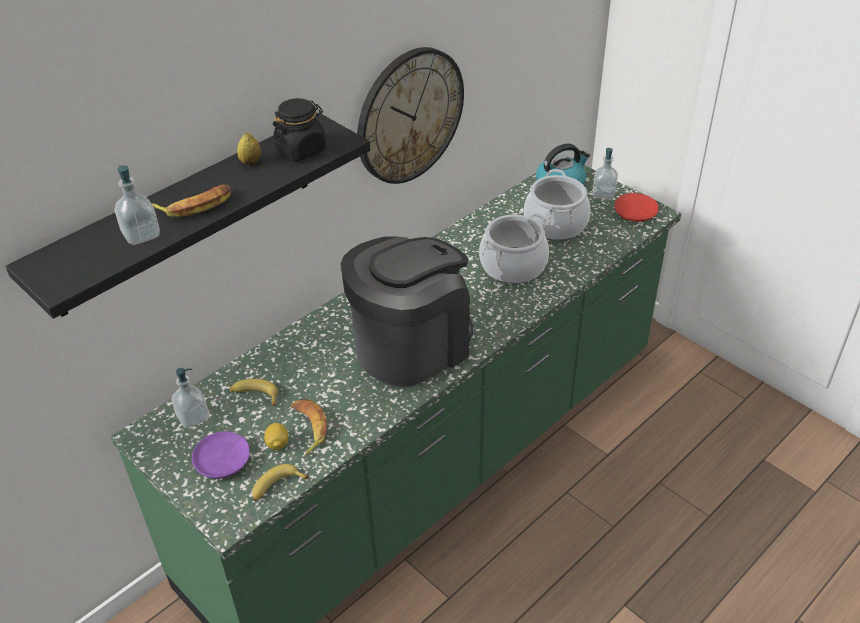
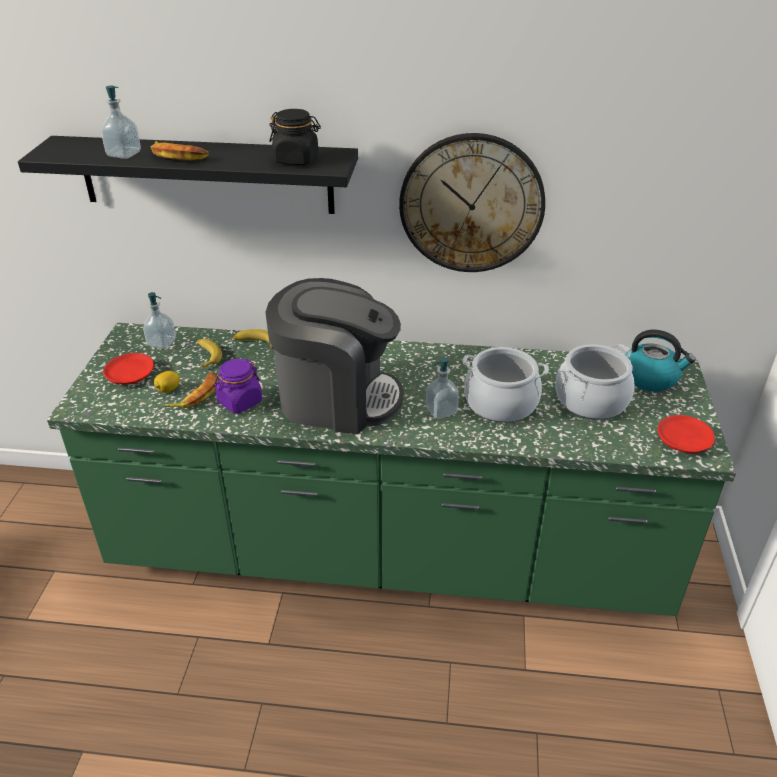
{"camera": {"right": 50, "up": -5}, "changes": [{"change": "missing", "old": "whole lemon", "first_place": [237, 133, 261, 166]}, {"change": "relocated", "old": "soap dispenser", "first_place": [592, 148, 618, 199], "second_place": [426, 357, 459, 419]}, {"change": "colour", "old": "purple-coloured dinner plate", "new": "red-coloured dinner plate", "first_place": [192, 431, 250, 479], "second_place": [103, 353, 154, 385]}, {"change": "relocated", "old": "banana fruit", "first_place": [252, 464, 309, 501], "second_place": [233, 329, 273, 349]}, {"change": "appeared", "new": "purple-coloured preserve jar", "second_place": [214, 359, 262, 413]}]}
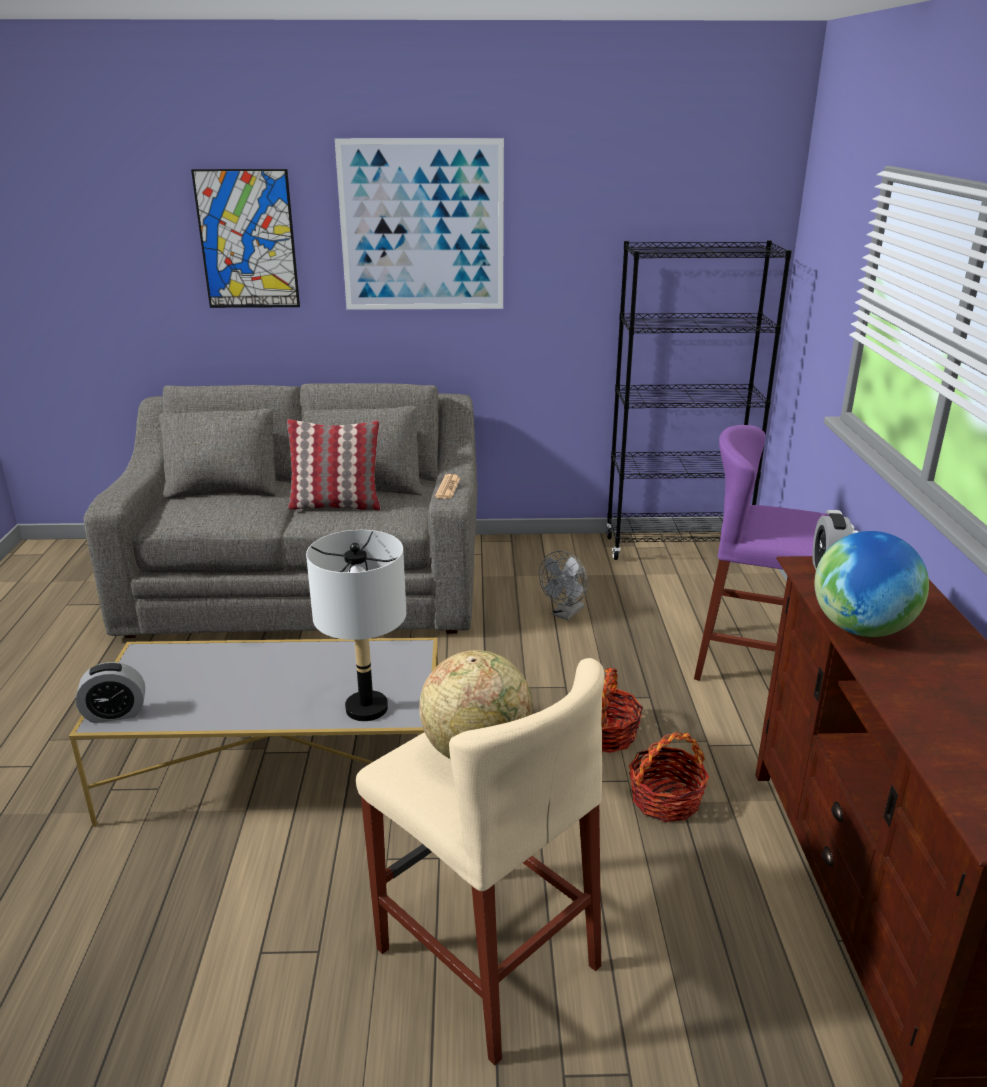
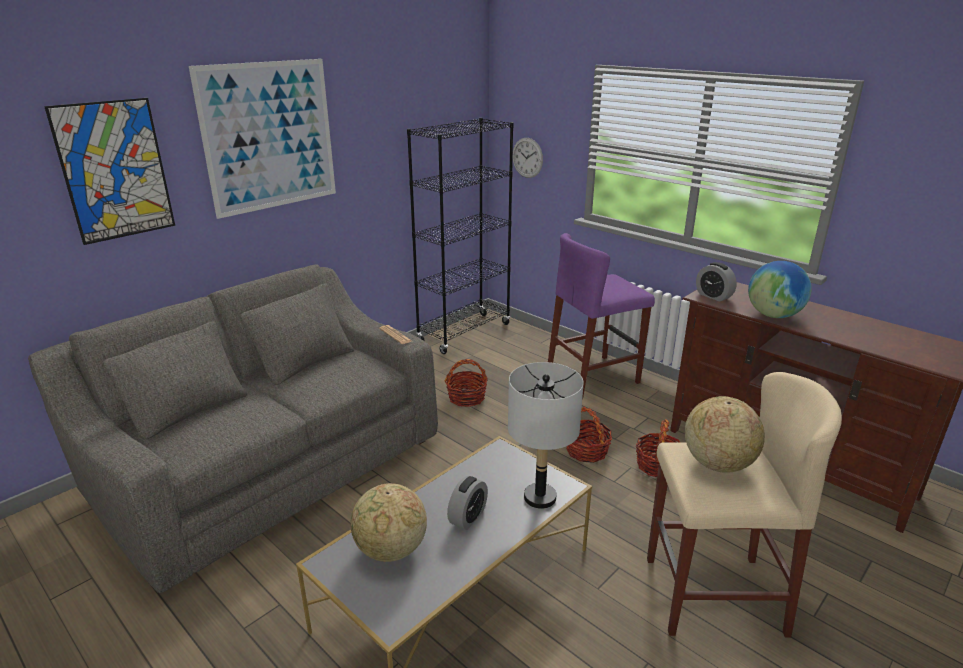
{"camera": {"right": -45, "up": 0}, "changes": [{"change": "missing", "old": "pillow", "first_place": [287, 419, 380, 511]}, {"change": "exchanged", "old": "gray cooling fan", "new": "basket", "first_place": [539, 551, 588, 620], "second_place": [445, 359, 488, 407]}, {"change": "relocated", "old": "bedside clock", "first_place": [76, 662, 145, 723], "second_place": [447, 476, 488, 530]}, {"change": "appeared", "new": "clock on the wall", "second_place": [513, 138, 543, 178]}, {"change": "appeared", "new": "world globe", "second_place": [350, 483, 427, 562]}]}
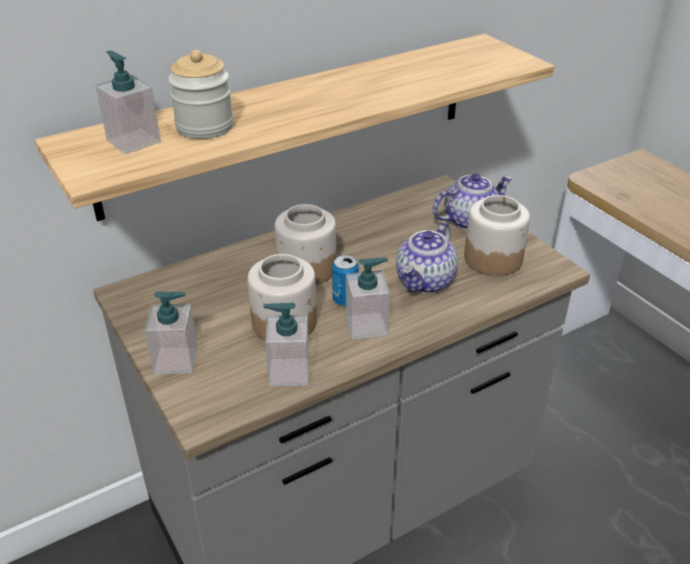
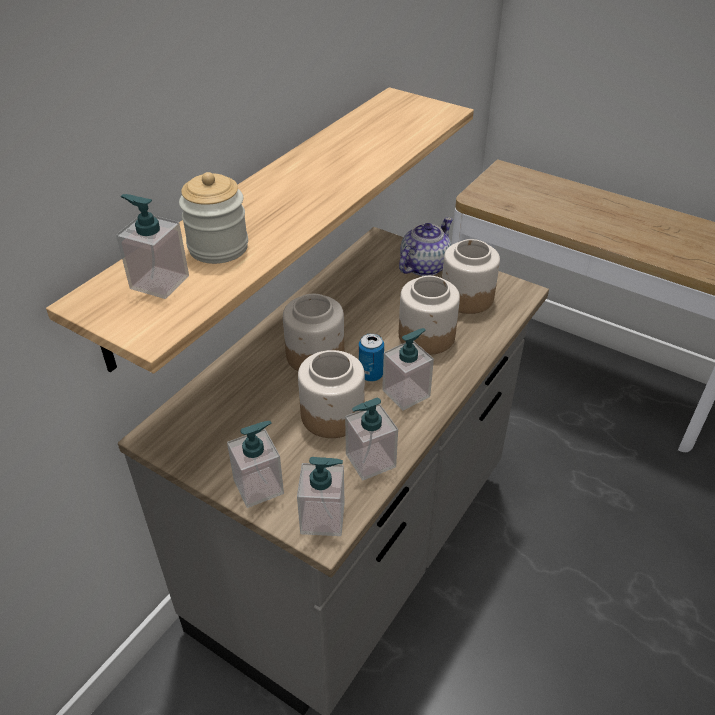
{"camera": {"right": -25, "up": 5}, "changes": [{"change": "exchanged", "old": "teapot", "new": "preserve jar", "first_place": [396, 222, 458, 293], "second_place": [399, 276, 460, 355]}, {"change": "appeared", "new": "soap dispenser", "second_place": [297, 457, 344, 536]}]}
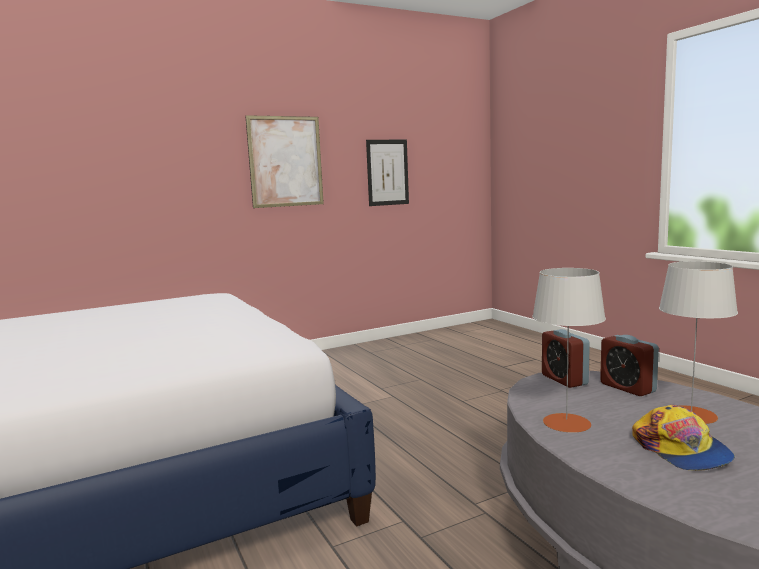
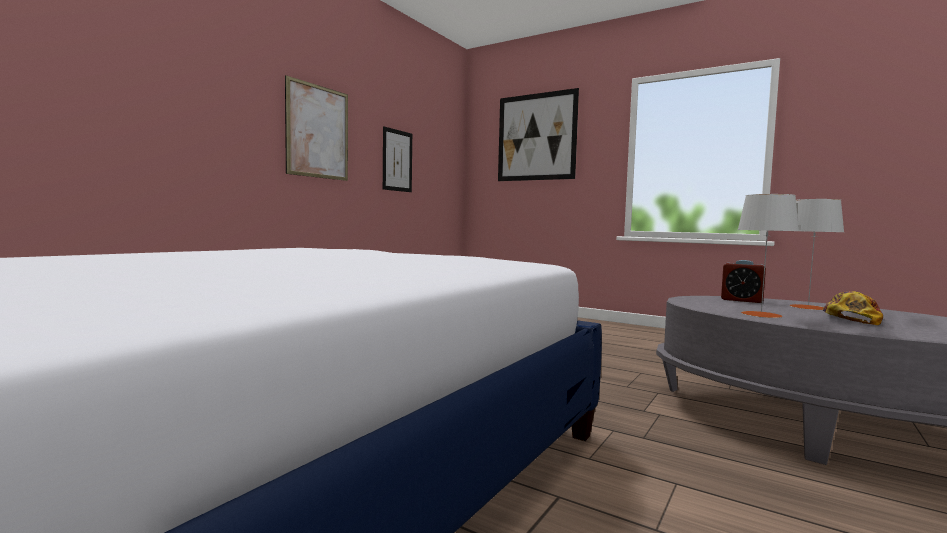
{"camera": {"right": -30, "up": -5}, "changes": [{"change": "missing", "old": "bedside clock", "first_place": [542, 329, 590, 388]}, {"change": "spun", "old": "baseball cap", "first_place": [632, 405, 735, 471], "second_place": [822, 291, 883, 325], "degrees": -105}, {"change": "appeared", "new": "picture", "second_place": [498, 88, 579, 181]}]}
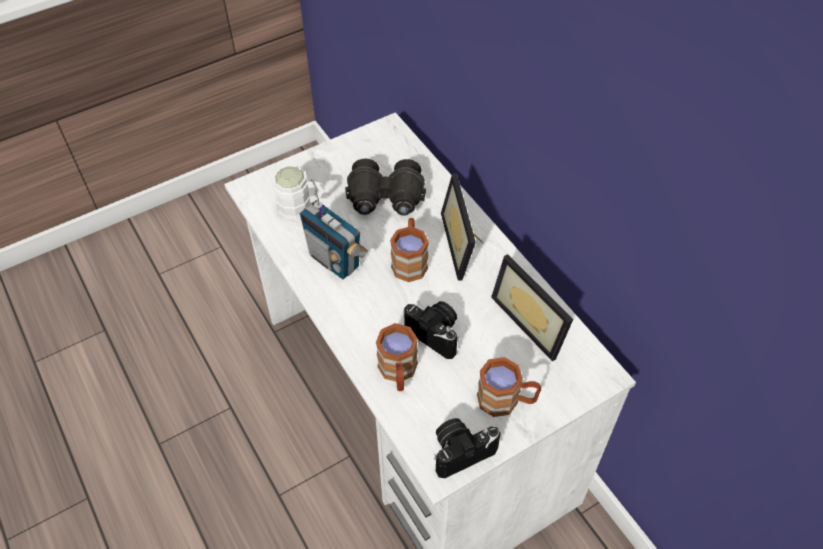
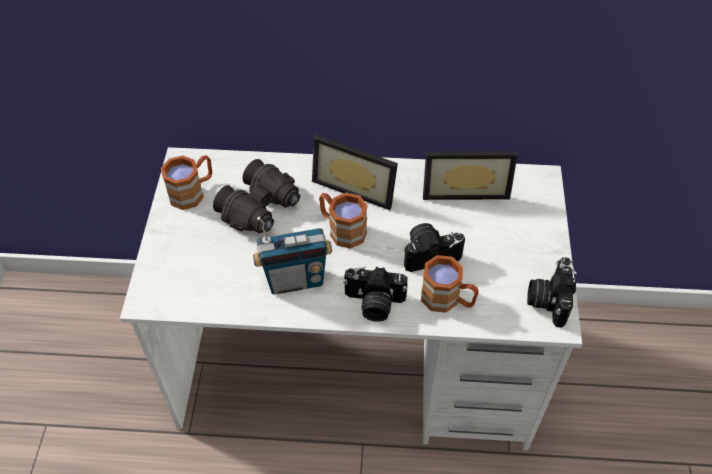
{"camera": {"right": -55, "up": 0}, "changes": [{"change": "missing", "old": "whitish coffee mug", "first_place": [272, 166, 325, 220]}, {"change": "relocated", "old": "brownish coffee mug", "first_place": [477, 357, 541, 417], "second_place": [161, 155, 212, 210]}, {"change": "appeared", "new": "photo camera", "second_place": [343, 266, 408, 322]}]}
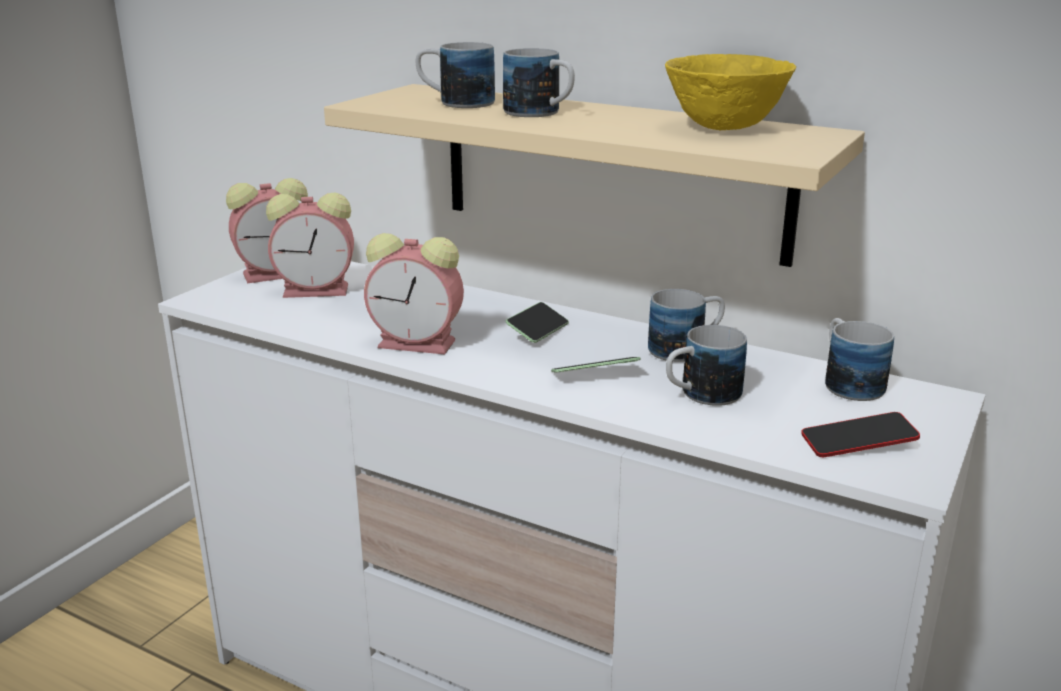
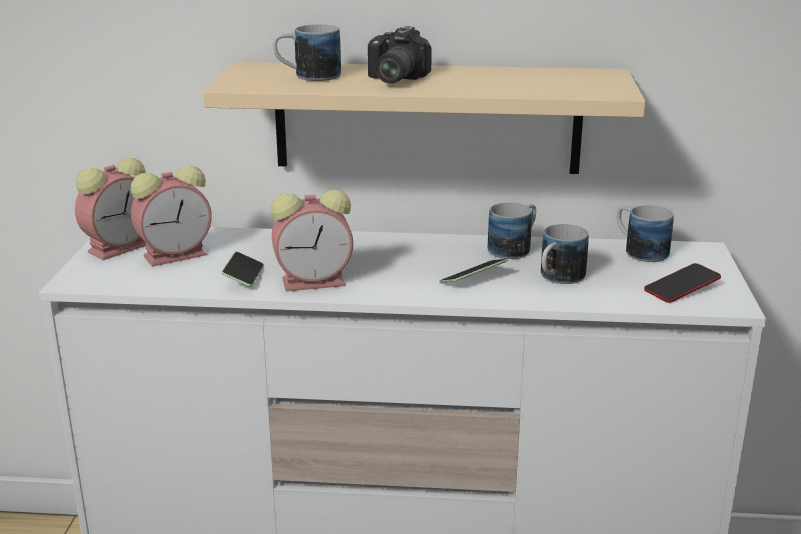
{"camera": {"right": -25, "up": 0}, "changes": [{"change": "exchanged", "old": "coffee mug", "new": "photo camera", "first_place": [503, 48, 575, 117], "second_place": [368, 26, 432, 84]}, {"change": "missing", "old": "yellowish deep dish", "first_place": [665, 54, 796, 131]}, {"change": "relocated", "old": "phone", "first_place": [505, 302, 569, 343], "second_place": [221, 252, 264, 287]}]}
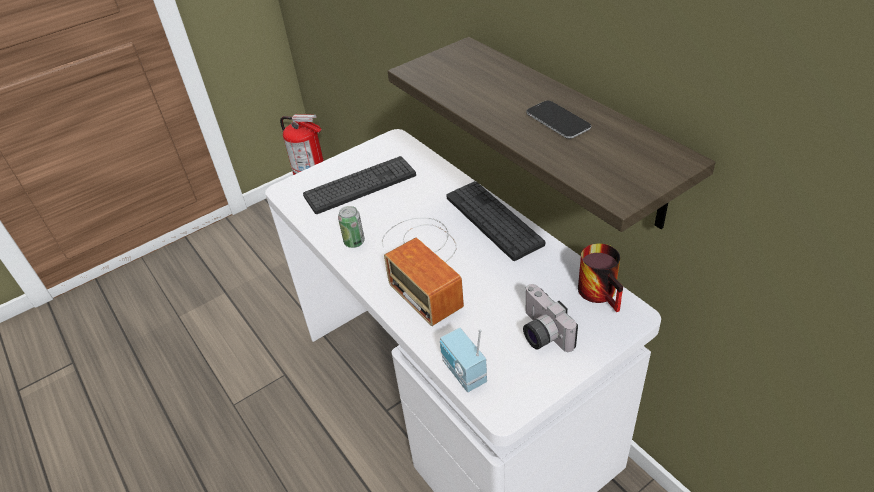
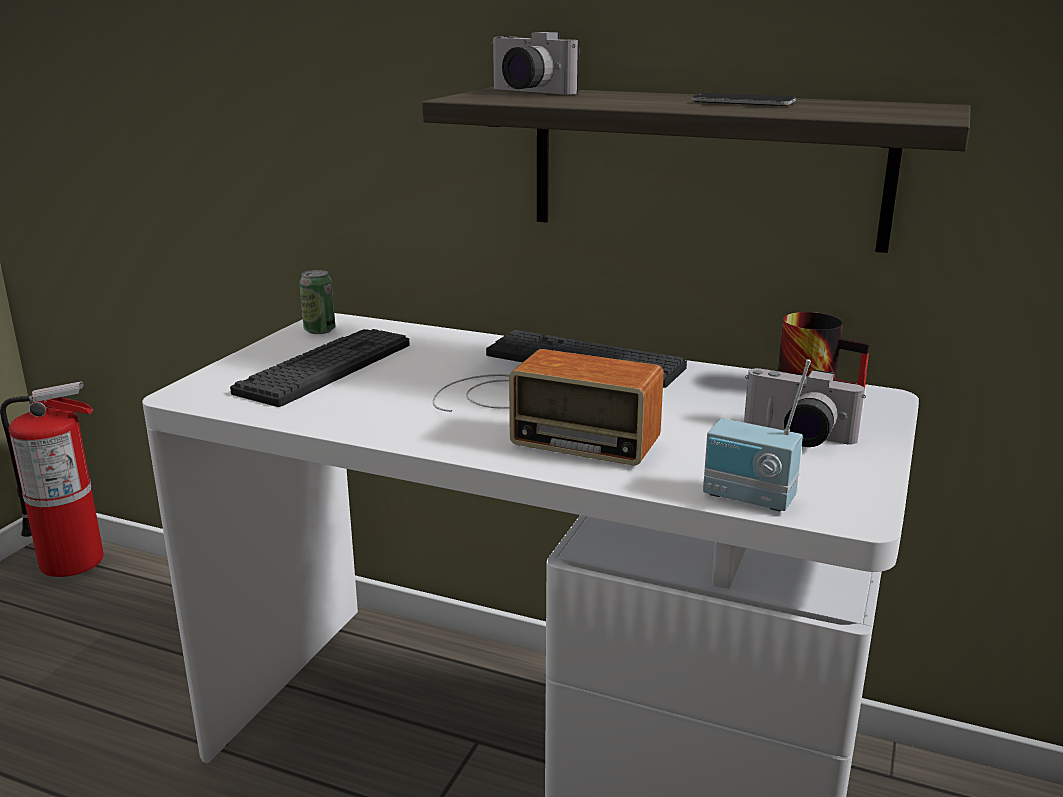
{"camera": {"right": -35, "up": -20}, "changes": [{"change": "relocated", "old": "can", "first_place": [338, 206, 365, 248], "second_place": [299, 270, 335, 334]}, {"change": "appeared", "new": "photo camera", "second_place": [491, 32, 579, 94]}]}
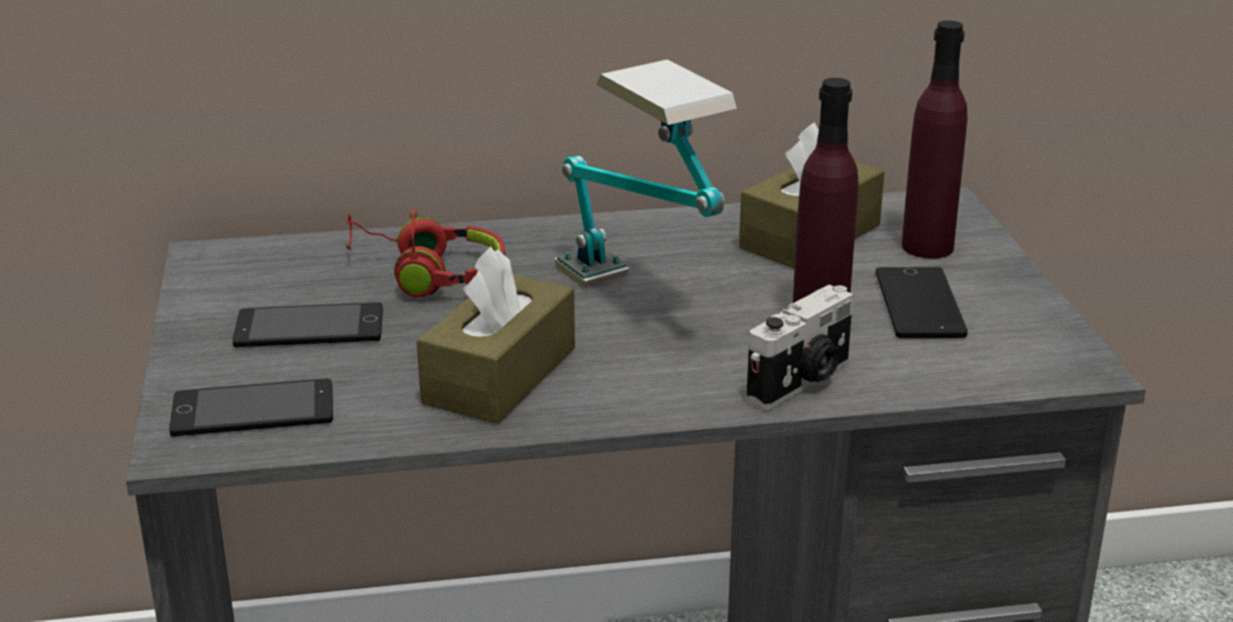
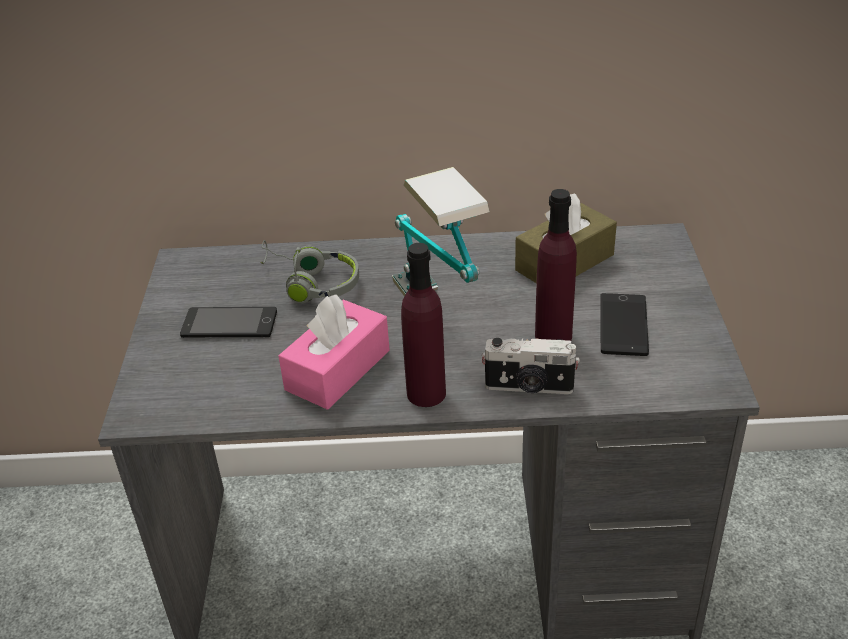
{"camera": {"right": 10, "up": 10}, "changes": [{"change": "relocated", "old": "purple-coloured bottle", "first_place": [902, 21, 967, 259], "second_place": [401, 243, 446, 407]}, {"change": "colour", "old": "red-coloured pair of headphones", "new": "gray pair of headphones", "first_place": [345, 210, 505, 297], "second_place": [261, 240, 359, 303]}, {"change": "colour", "old": "brownish tissue holder", "new": "pinkish tissue holder", "first_place": [417, 246, 575, 424], "second_place": [278, 294, 390, 410]}, {"change": "spun", "old": "photo camera", "first_place": [746, 284, 853, 410], "second_place": [481, 338, 580, 394], "degrees": 45}, {"change": "missing", "old": "phone", "first_place": [169, 378, 333, 437]}]}
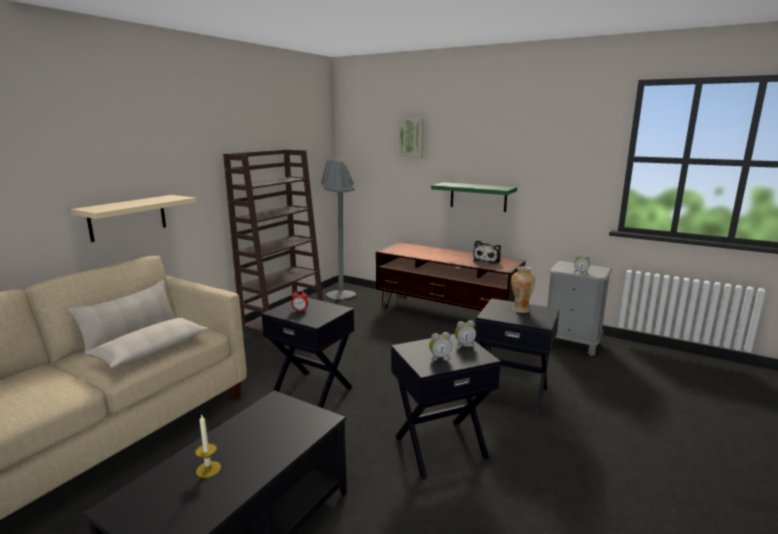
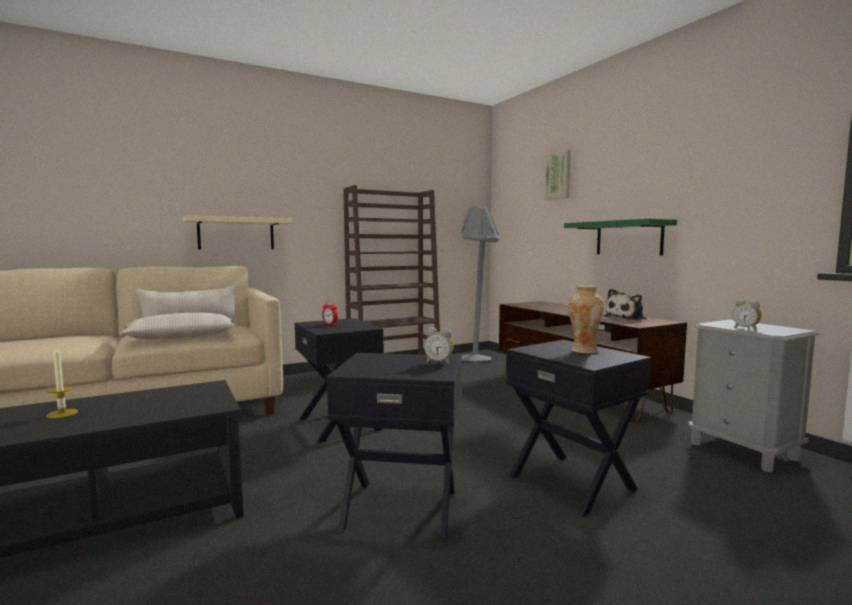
{"camera": {"right": 30, "up": -10}, "changes": [{"change": "missing", "old": "bedside clock", "first_place": [429, 332, 452, 360]}]}
